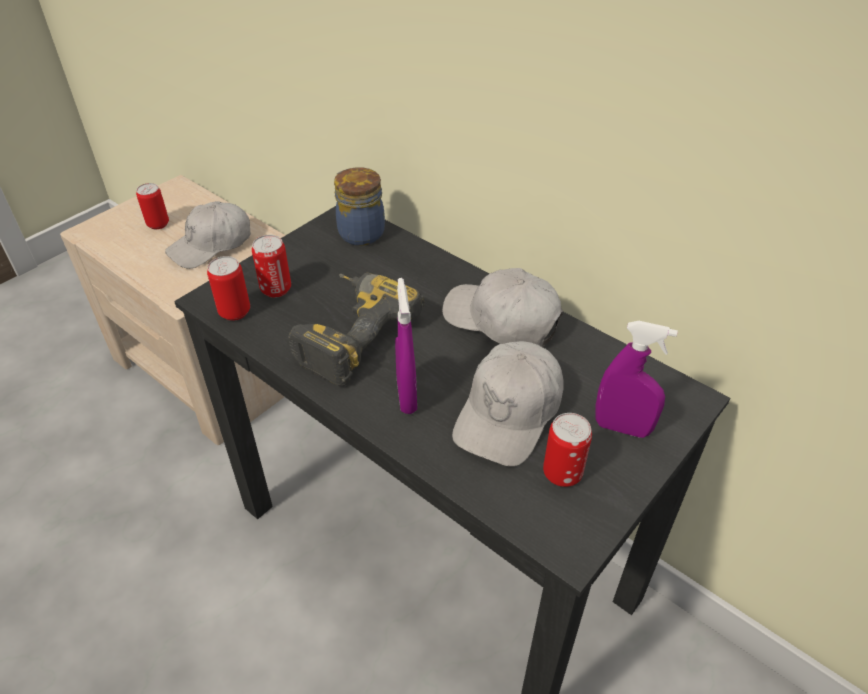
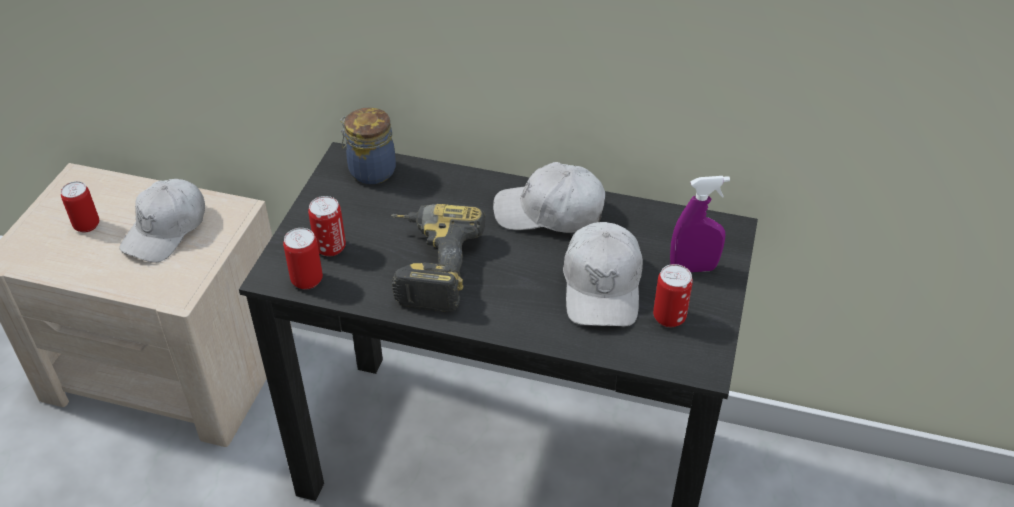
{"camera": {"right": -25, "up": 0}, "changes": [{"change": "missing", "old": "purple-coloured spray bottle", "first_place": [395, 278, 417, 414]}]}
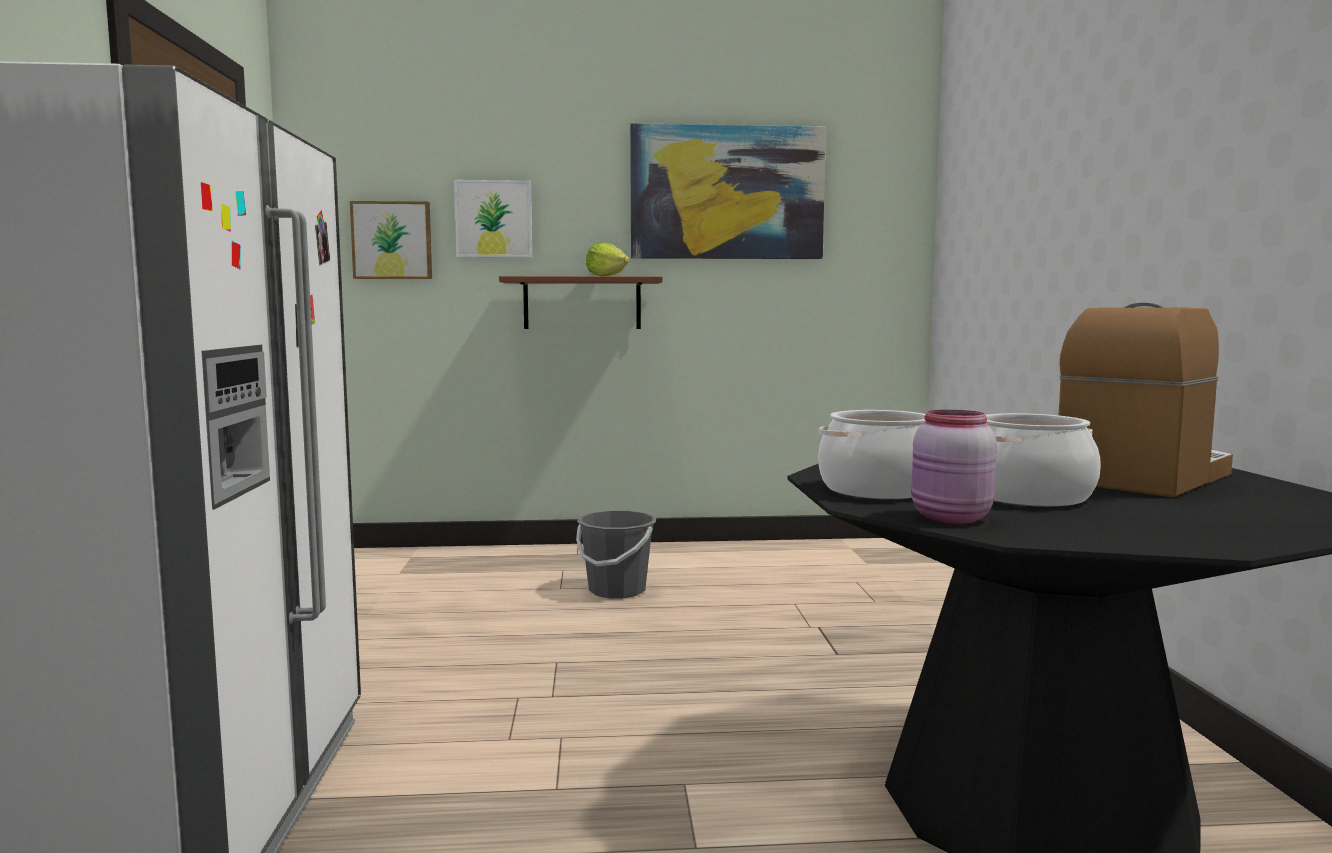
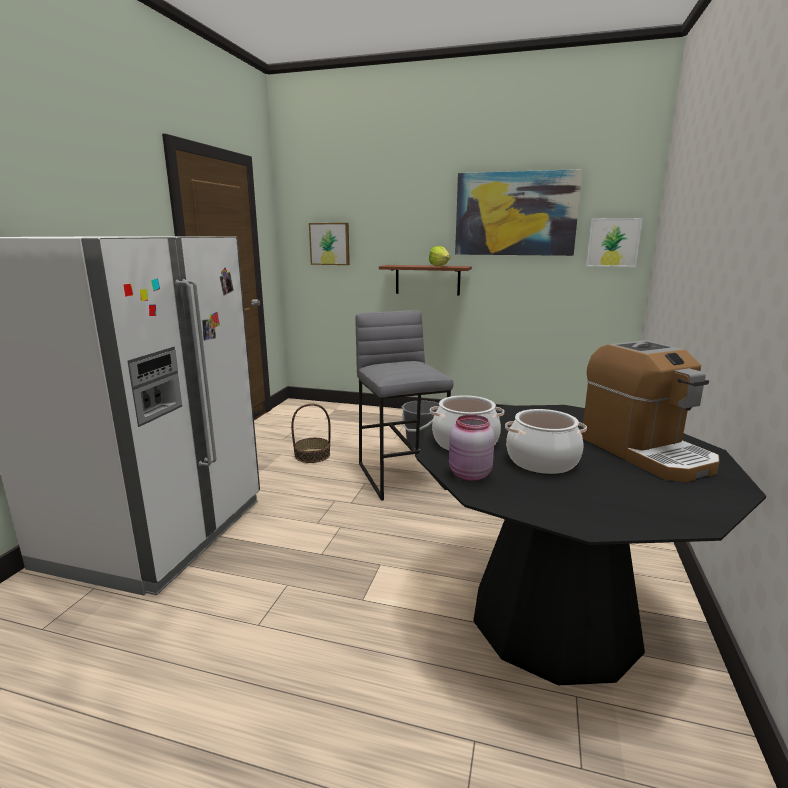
{"camera": {"right": 20, "up": 10}, "changes": [{"change": "relocated", "old": "picture", "first_place": [454, 180, 532, 258], "second_place": [586, 218, 643, 267]}, {"change": "spun", "old": "coffee brewer", "first_place": [1059, 303, 1233, 497], "second_place": [582, 340, 720, 482], "degrees": 90}, {"change": "appeared", "new": "gray stool", "second_place": [355, 310, 453, 501]}, {"change": "appeared", "new": "basket", "second_place": [291, 404, 330, 463]}]}
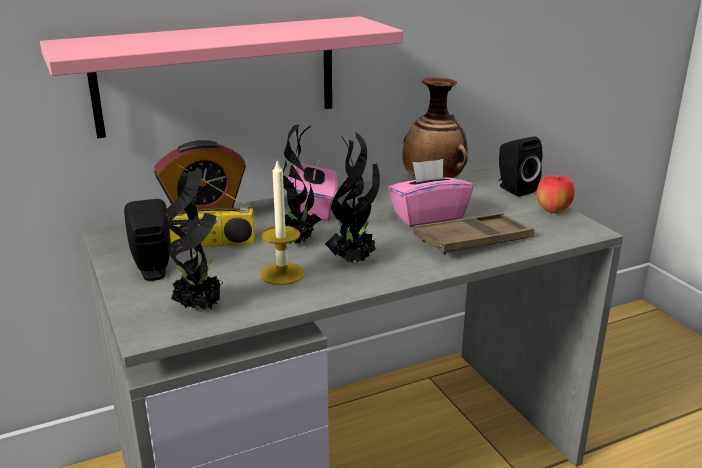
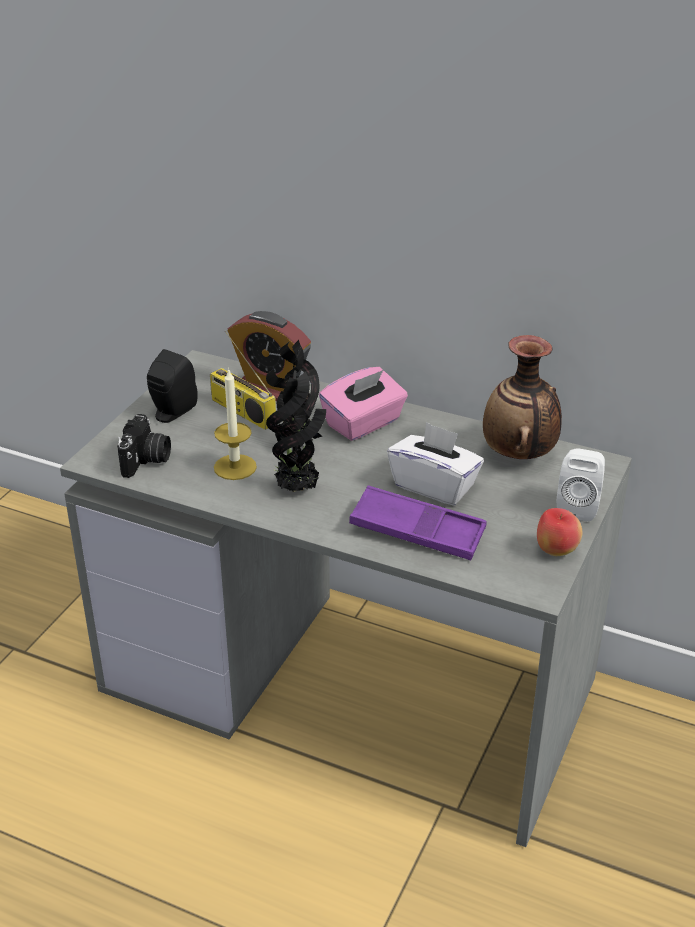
{"camera": {"right": 50, "up": 10}, "changes": [{"change": "missing", "old": "pinkish shelf", "first_place": [40, 16, 403, 138]}, {"change": "colour", "old": "blackish speaker", "new": "whitish speaker", "first_place": [499, 137, 542, 197], "second_place": [557, 448, 605, 522]}, {"change": "colour", "old": "pinkish tissue holder", "new": "whitish tissue holder", "first_place": [388, 159, 473, 227], "second_place": [387, 422, 484, 506]}, {"change": "exchanged", "old": "plant in a pot", "new": "photo camera", "first_place": [164, 167, 223, 310], "second_place": [117, 414, 171, 478]}, {"change": "colour", "old": "brownish carrying tray", "new": "purple-coloured carrying tray", "first_place": [413, 213, 534, 255], "second_place": [349, 485, 487, 560]}]}
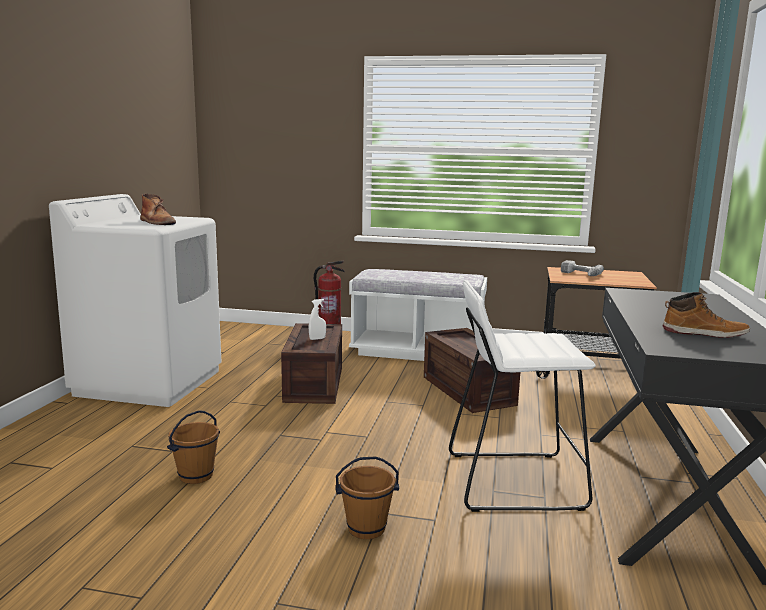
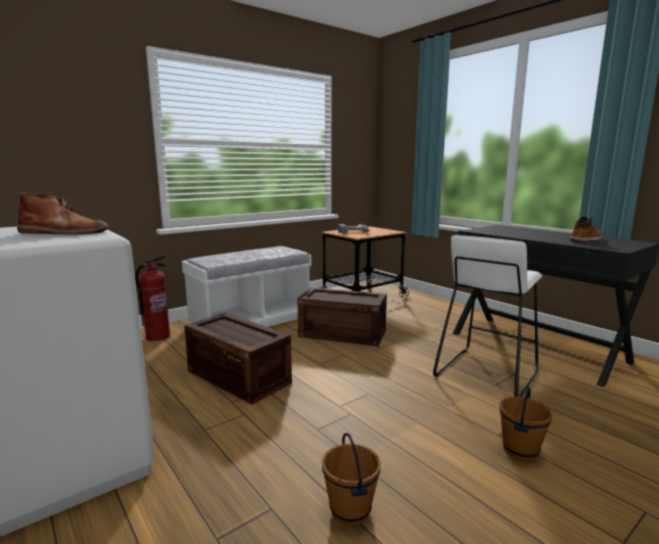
{"camera": {"right": -50, "up": 0}, "changes": [{"change": "missing", "old": "whitish spray bottle", "first_place": [309, 299, 326, 340]}]}
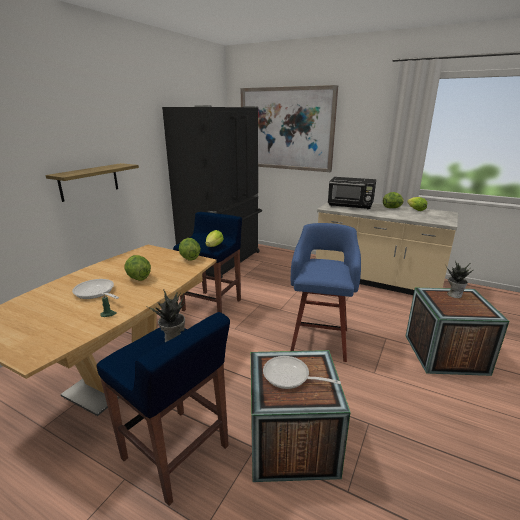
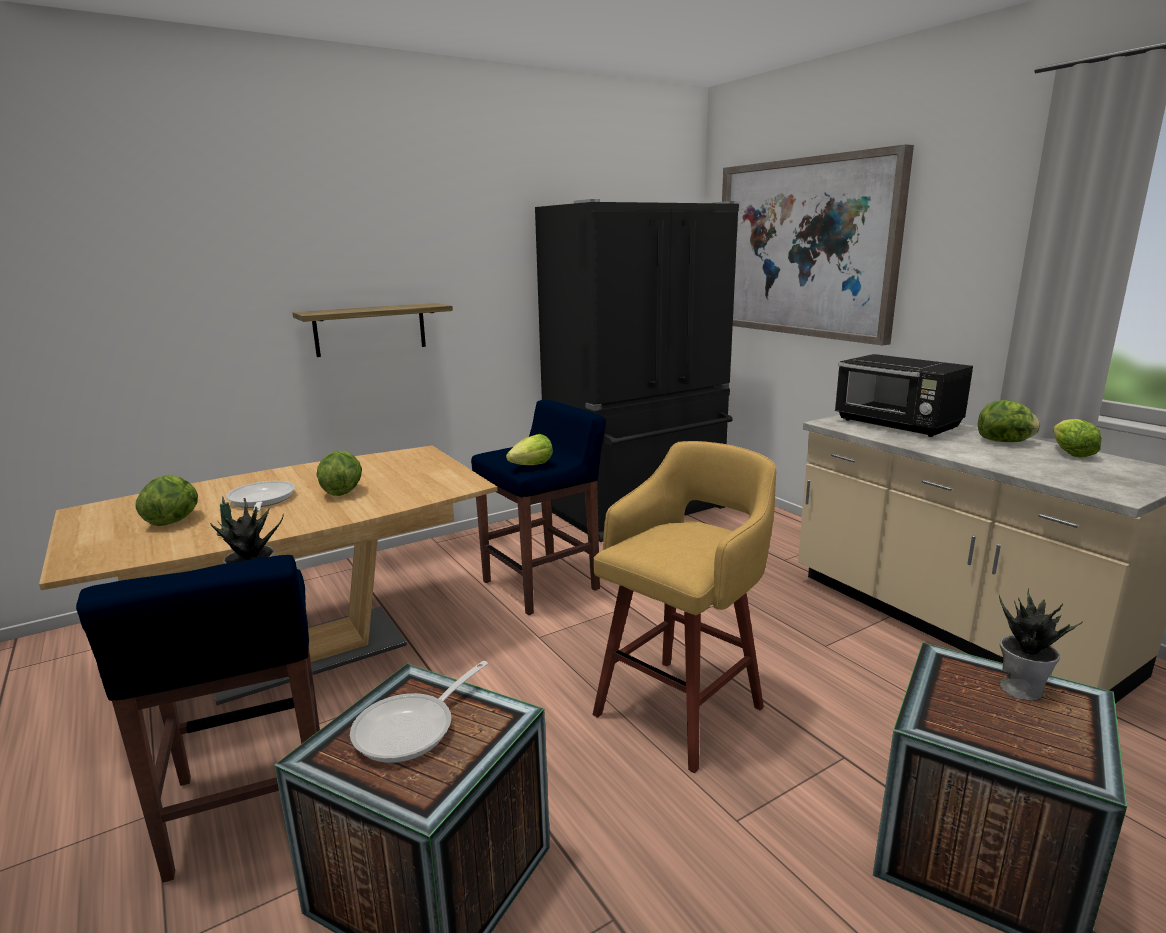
{"camera": {"right": 30, "up": -5}, "changes": [{"change": "colour", "old": "blue-coloured stool", "new": "yellowish stool", "first_place": [290, 223, 361, 362], "second_place": [593, 441, 776, 773]}, {"change": "relocated", "old": "lettuce", "first_place": [179, 238, 201, 261], "second_place": [136, 475, 198, 526]}, {"change": "spun", "old": "skillet", "first_place": [263, 356, 341, 389], "second_place": [350, 661, 488, 763], "degrees": -105}]}
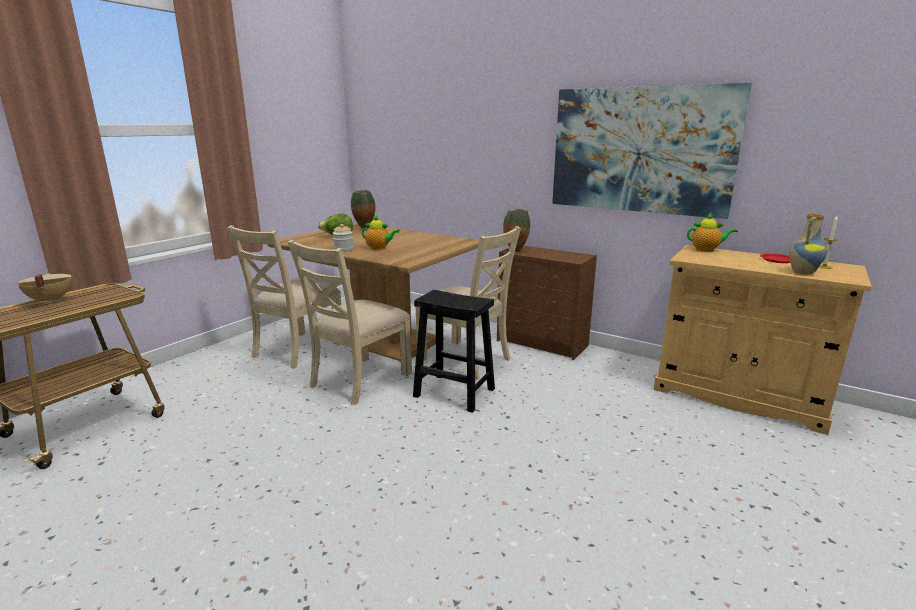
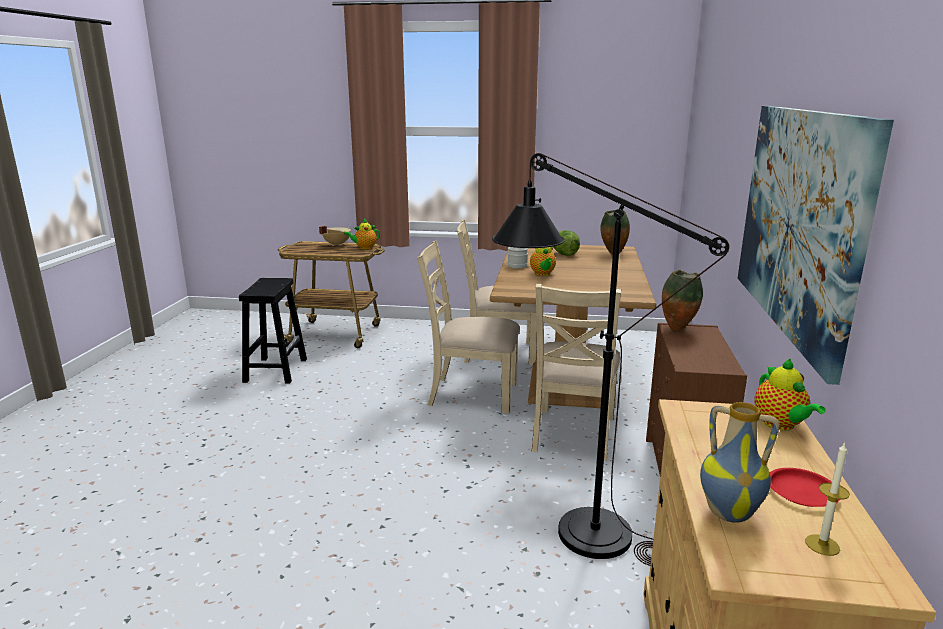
{"camera": {"right": 65, "up": 0}, "changes": [{"change": "relocated", "old": "blackish stool", "first_place": [413, 290, 495, 413], "second_place": [239, 278, 307, 384]}, {"change": "appeared", "new": "blackish standard lamp", "second_place": [492, 153, 729, 566]}, {"change": "appeared", "new": "teapot", "second_place": [343, 219, 380, 249]}]}
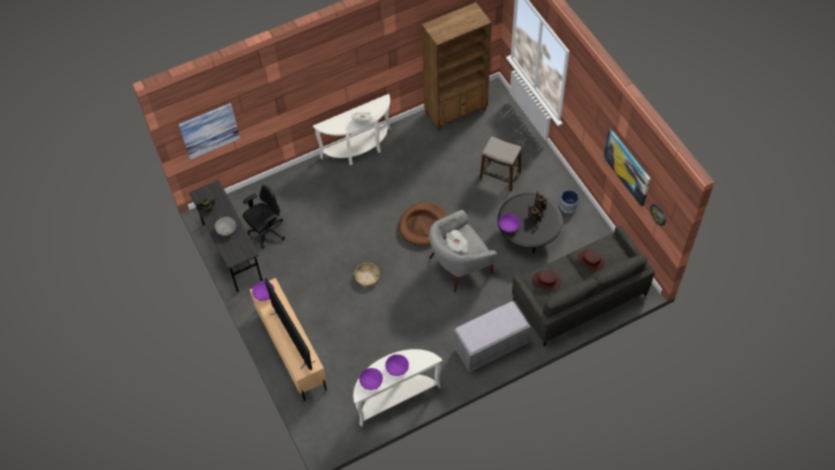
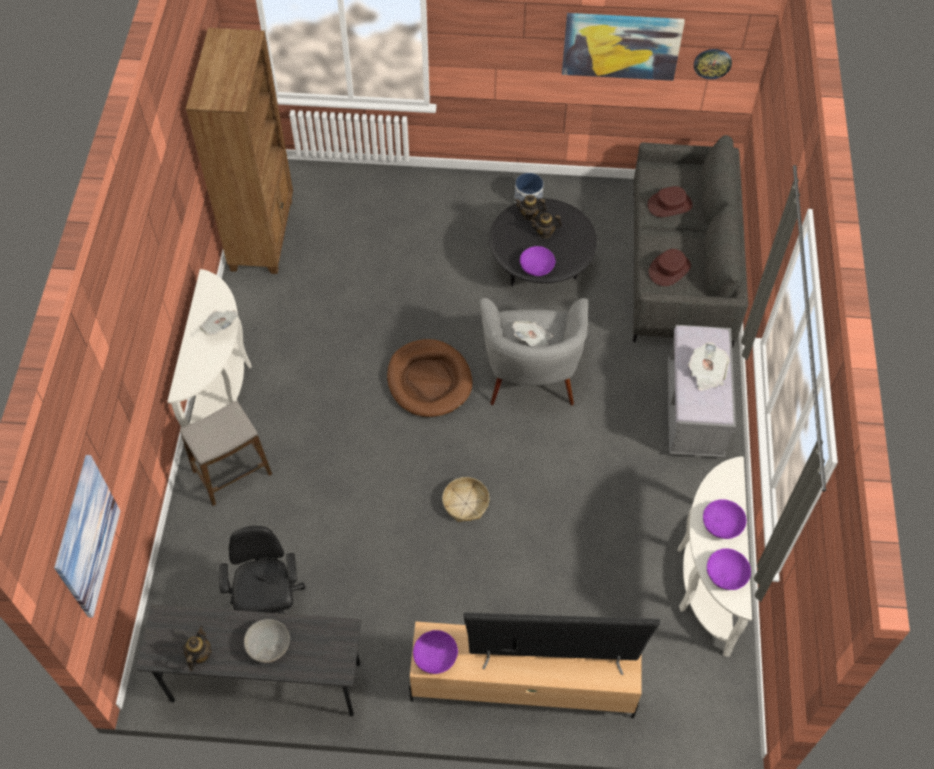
{"camera": {"right": -60, "up": 0}, "changes": [{"change": "relocated", "old": "stool", "first_place": [480, 136, 521, 191], "second_place": [180, 401, 272, 506]}, {"change": "appeared", "new": "daily paper", "second_place": [688, 342, 730, 391]}]}
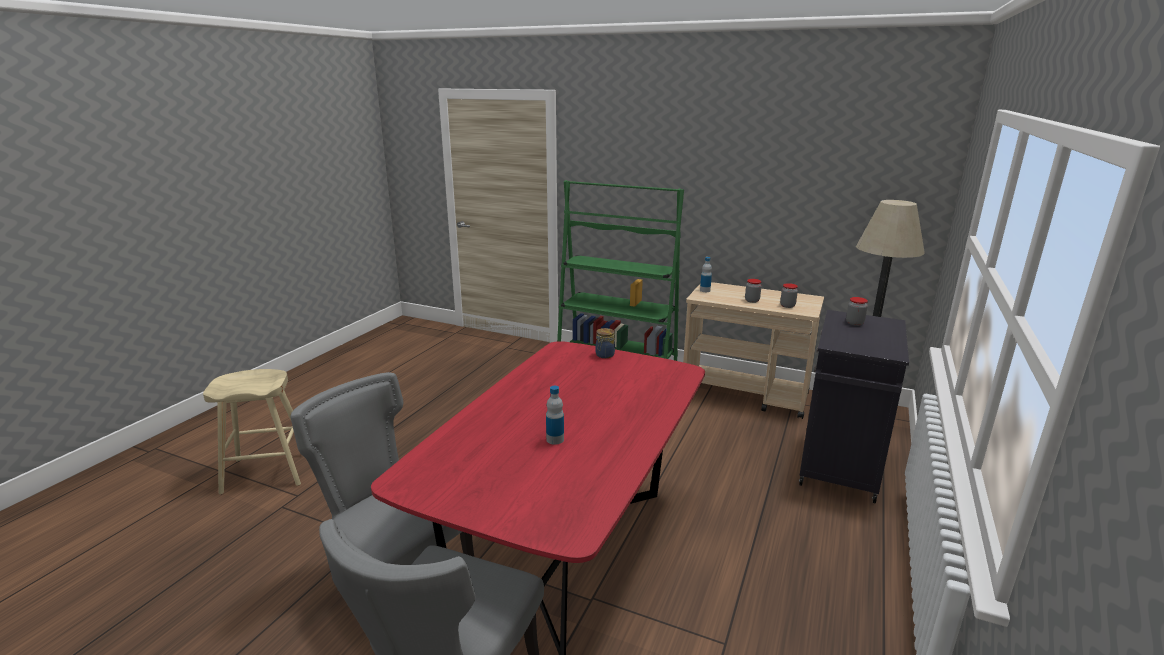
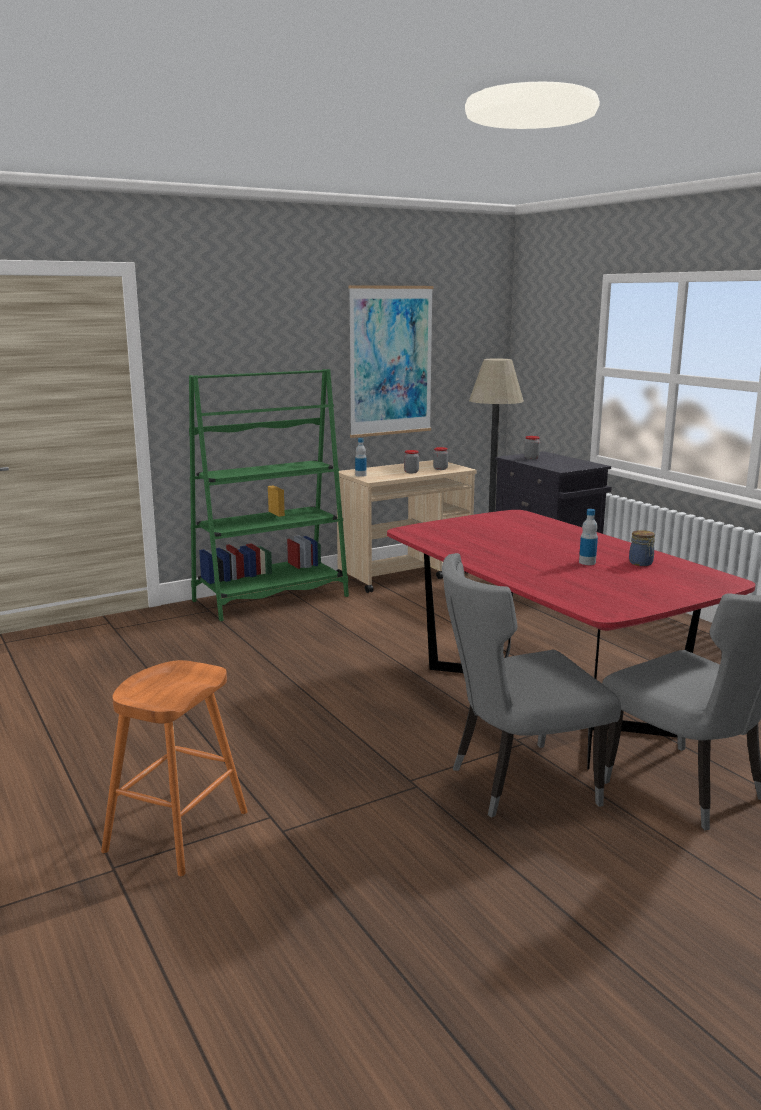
{"camera": {"right": -55, "up": -5}, "changes": [{"change": "relocated", "old": "preserve jar", "first_place": [595, 328, 615, 358], "second_place": [629, 530, 655, 566]}, {"change": "colour", "old": "beige-coloured stool", "new": "orangey stool", "first_place": [203, 369, 301, 494], "second_place": [101, 660, 248, 876]}, {"change": "appeared", "new": "picture", "second_place": [349, 285, 434, 438]}]}
